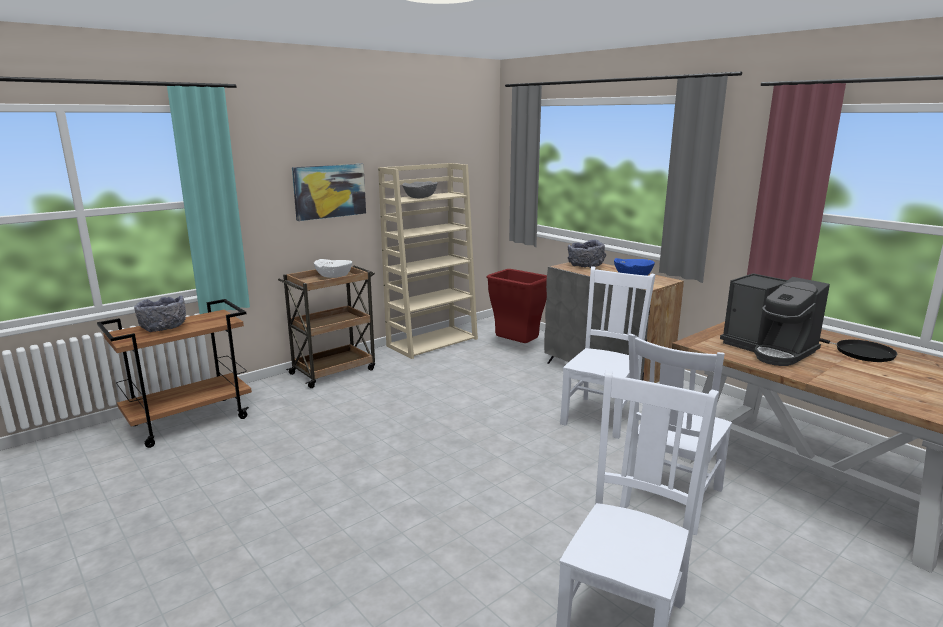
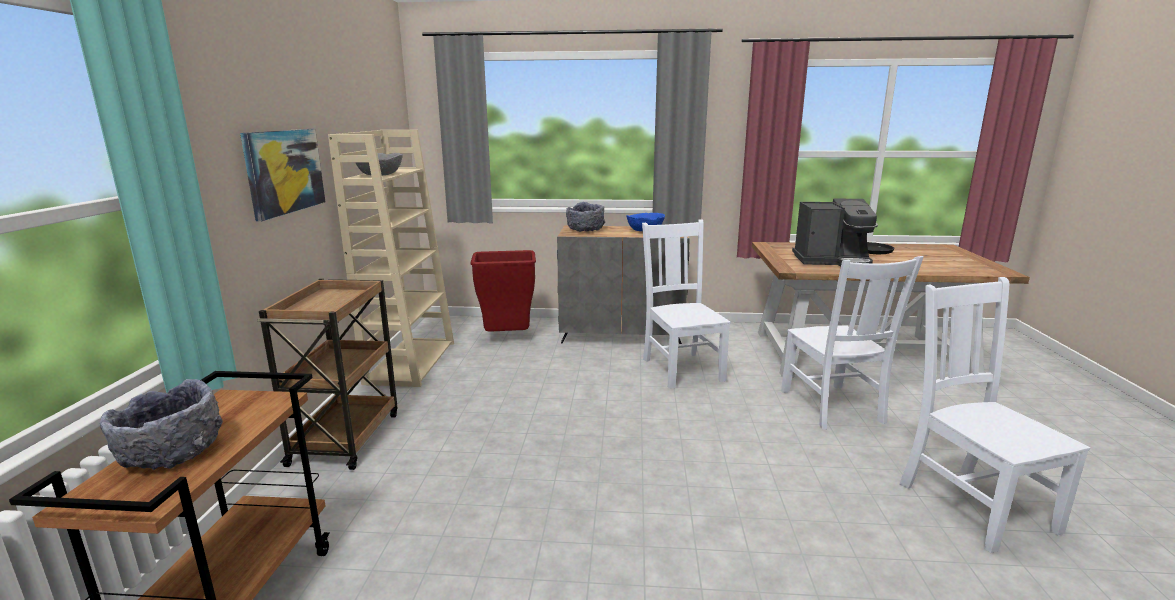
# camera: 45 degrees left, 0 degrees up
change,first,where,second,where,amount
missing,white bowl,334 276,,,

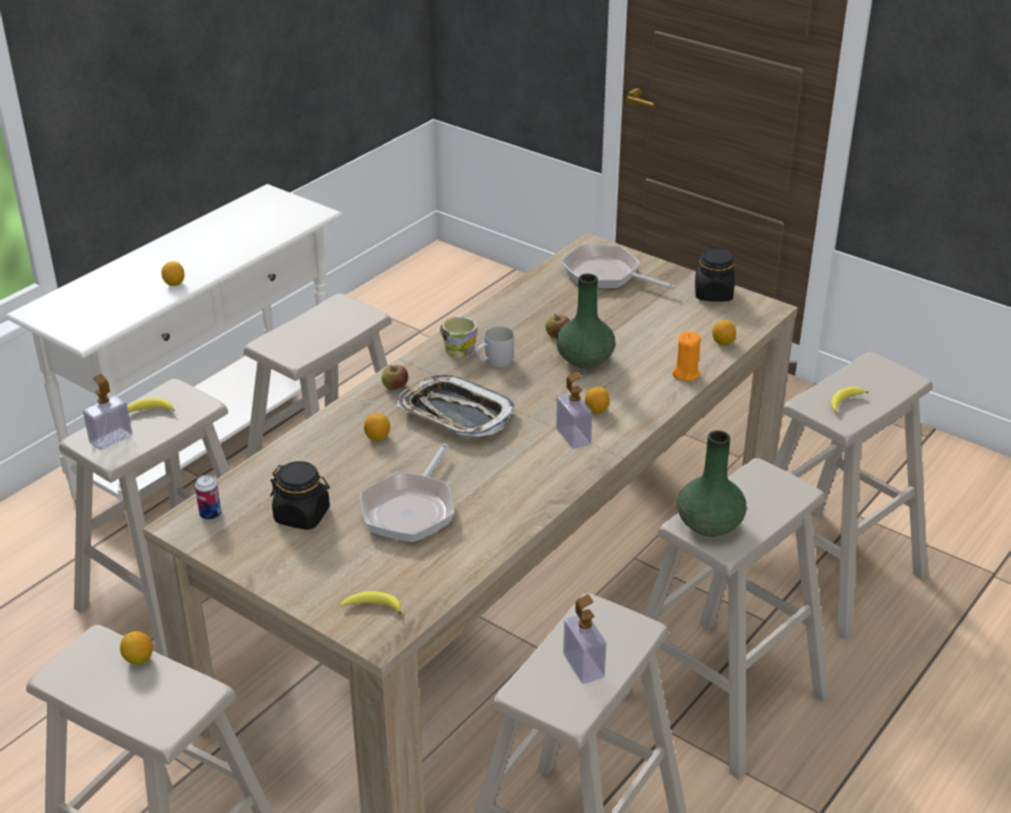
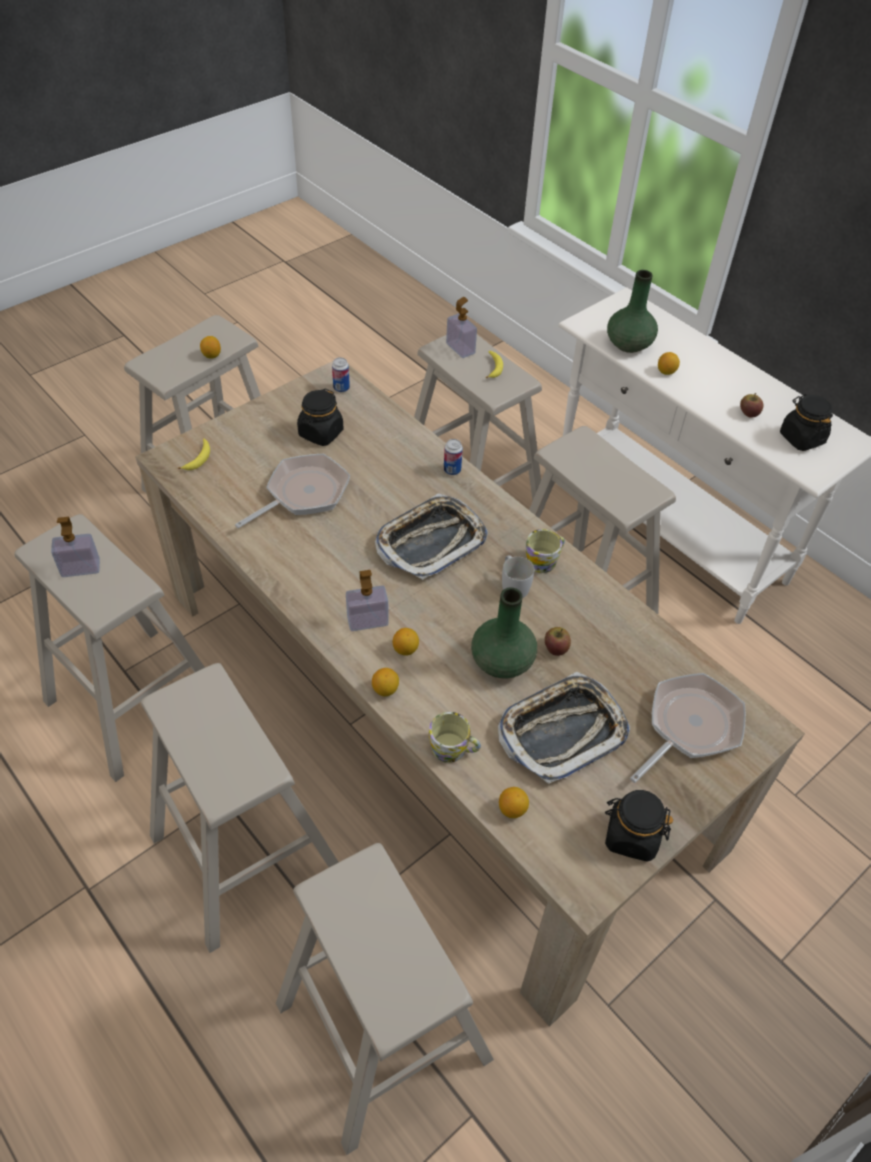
# camera: 100 degrees right, 15 degrees up
change,first,where,second,where,amount
exchanged,orange candle,686 373,mug,454 749,
relocated,apple,395 386,,748 413,
missing,banana,844 402,,,
relocated,lemon,377 437,,385 689,
relocated,green vase,709 525,,628 344,
spun,frying pan,411 509,,303 494,105 degrees clockwise
appeared,,,black jar,801 438,
appeared,,,can,452 470,
appeared,,,tray,562 731,

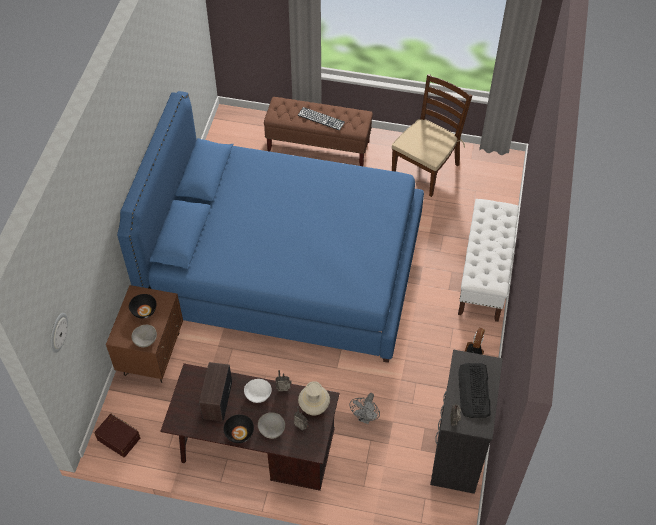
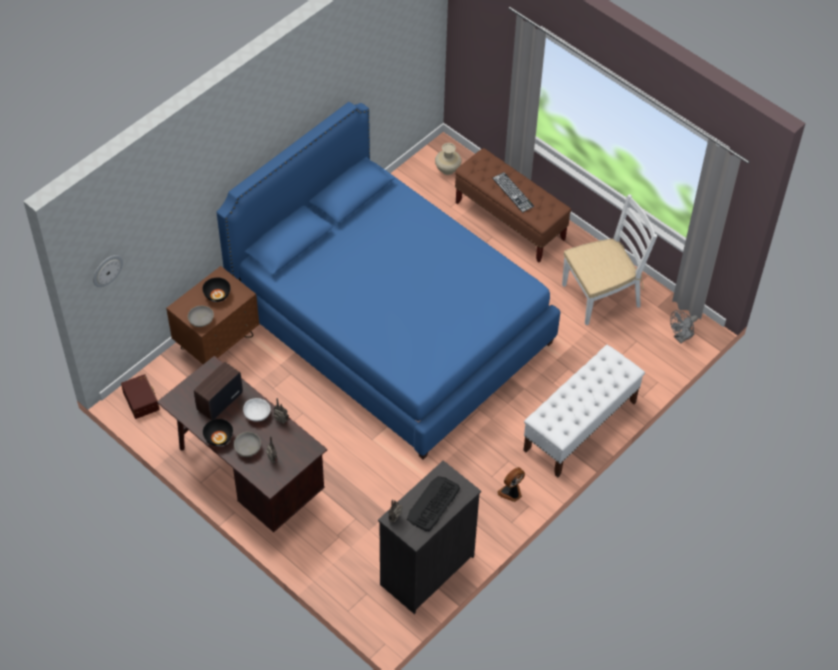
# camera: 30 degrees right, 0 degrees up
change,first,where,second,where,amount
colour,brown chair,426 169,white chair,601 295,
relocated,beige vase,314 407,,448 169,
relocated,grey fan,365 418,,681 337,

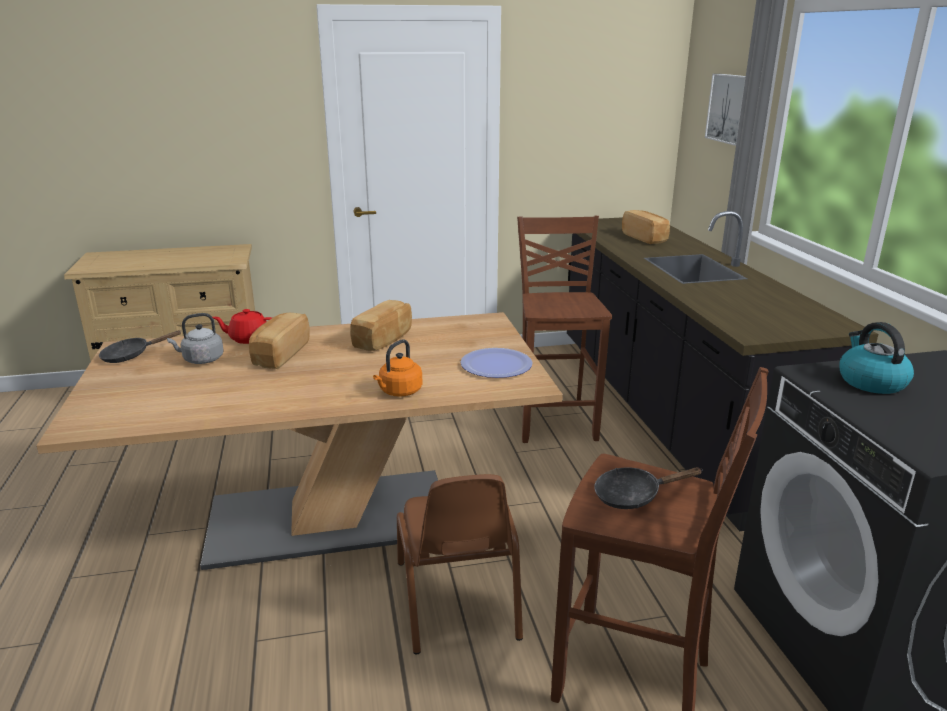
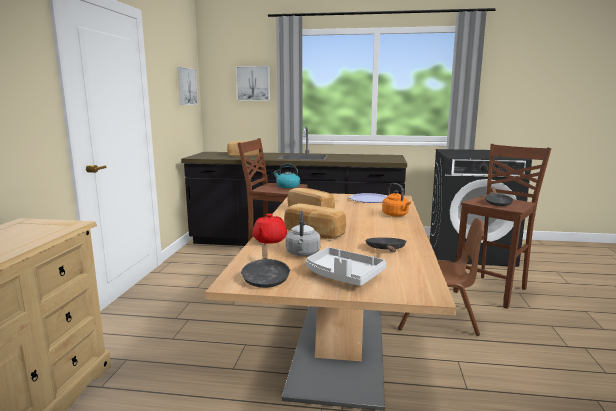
# camera: 70 degrees left, 10 degrees down
change,first,where,second,where,amount
relocated,kettle,870 382,,287 186,
appeared,,,picture,186 86,
appeared,,,black frying pan,386 250,
appeared,,,grey tray,343 276,

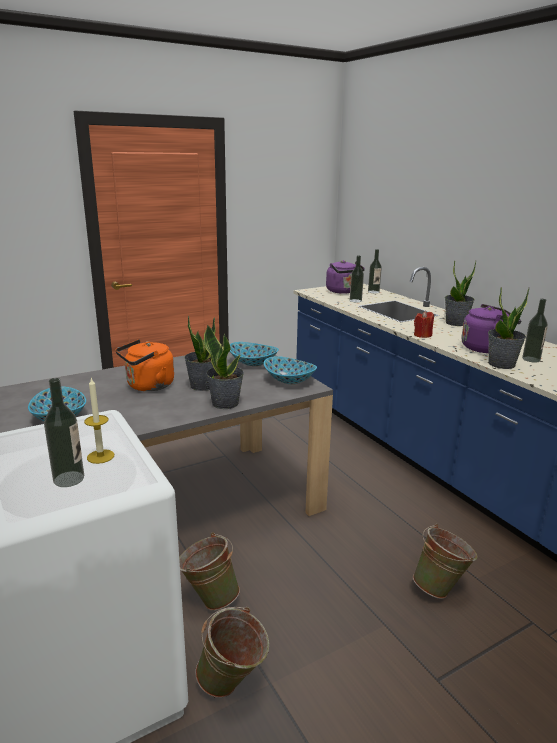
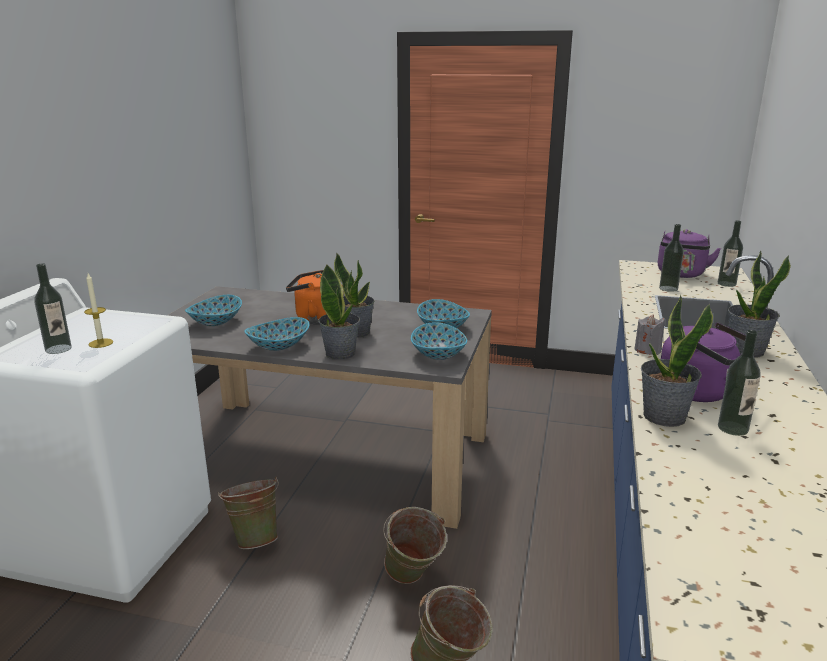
# camera: 45 degrees right, 0 degrees up
change,first,where,second,where,amount
colour,red candle,422 335,grey candle,647 350,
relocated,green bucket,233 685,,413 580,
appeared,,,bowl,279 346,

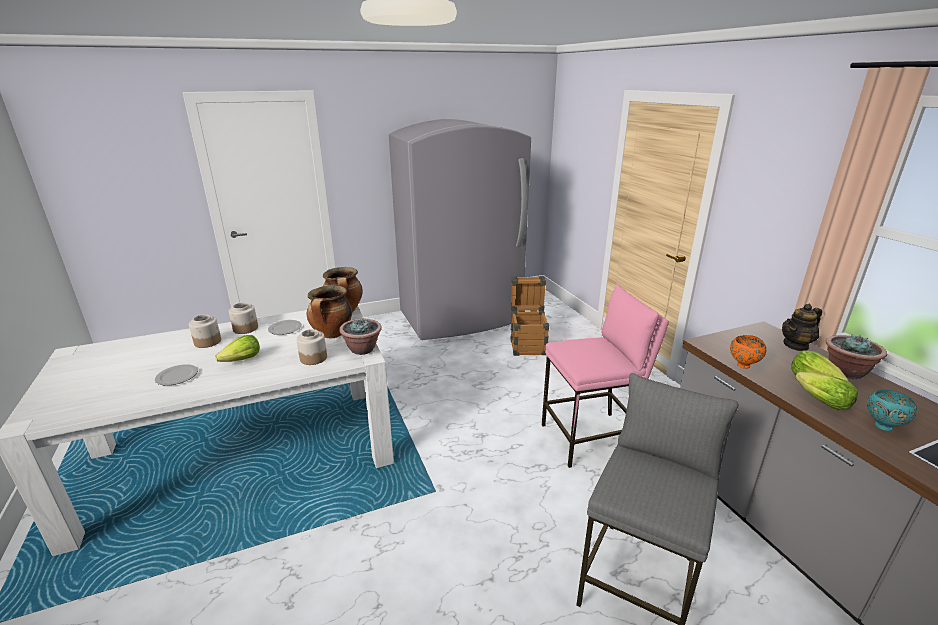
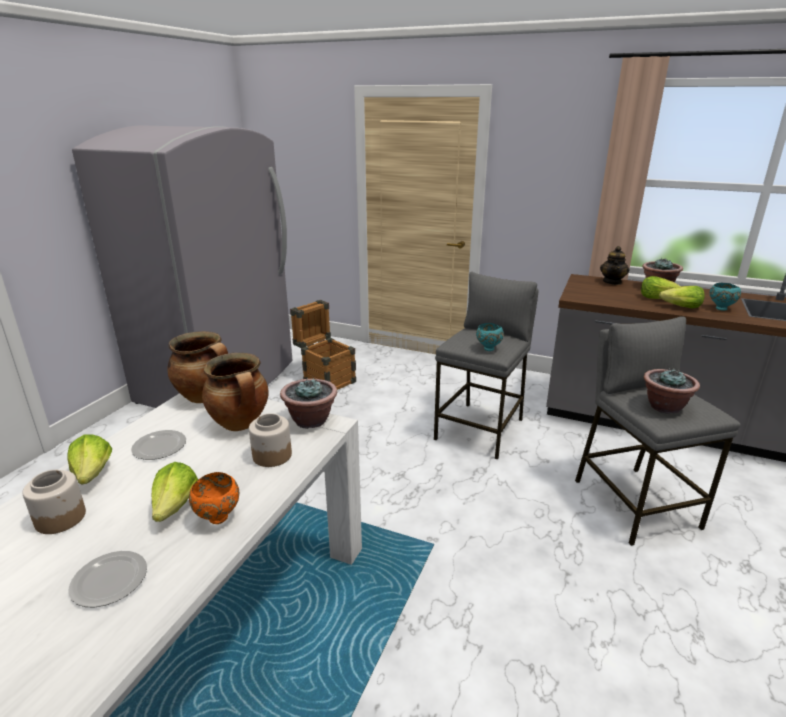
# camera: 45 degrees left, 0 degrees up
change,first,where,second,where,amount
colour,pink stool,591 438,grey stool,481 429,
exchanged,jar,246 328,lettuce,93 474,
relocated,orange bowl,743 366,,218 519,
appeared,,,turquoise bowl,488 349,
appeared,,,potted plant,664 407,

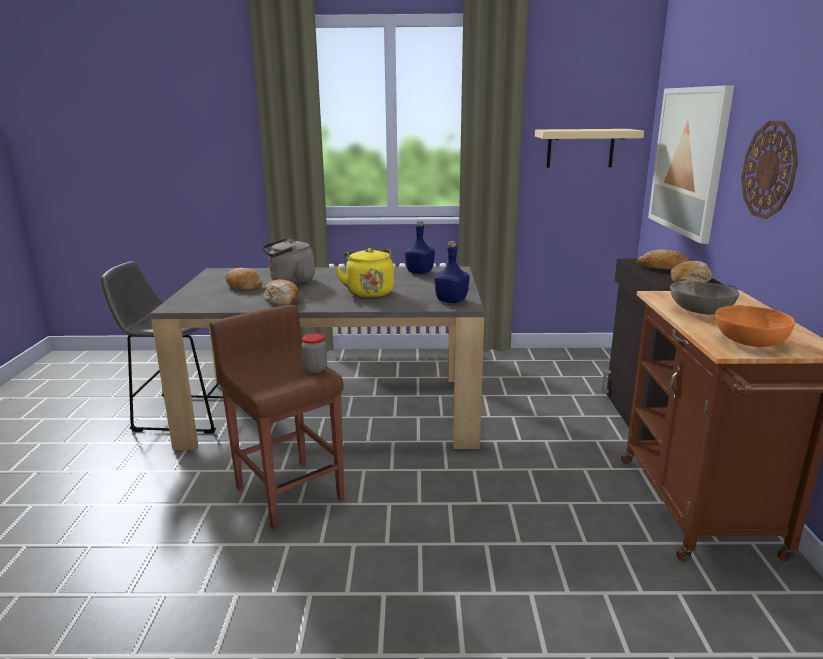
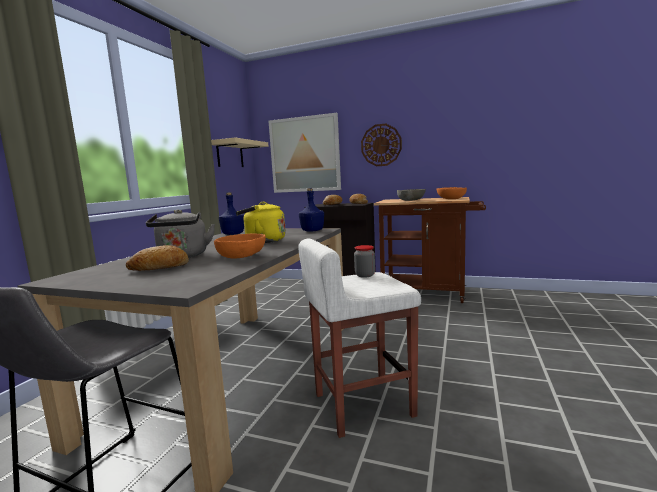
# camera: 70 degrees left, 10 degrees down
change,first,where,second,where,amount
exchanged,bread,283 300,orange bowl,242 256,
colour,brown stool,289 492,white stool,361 405,

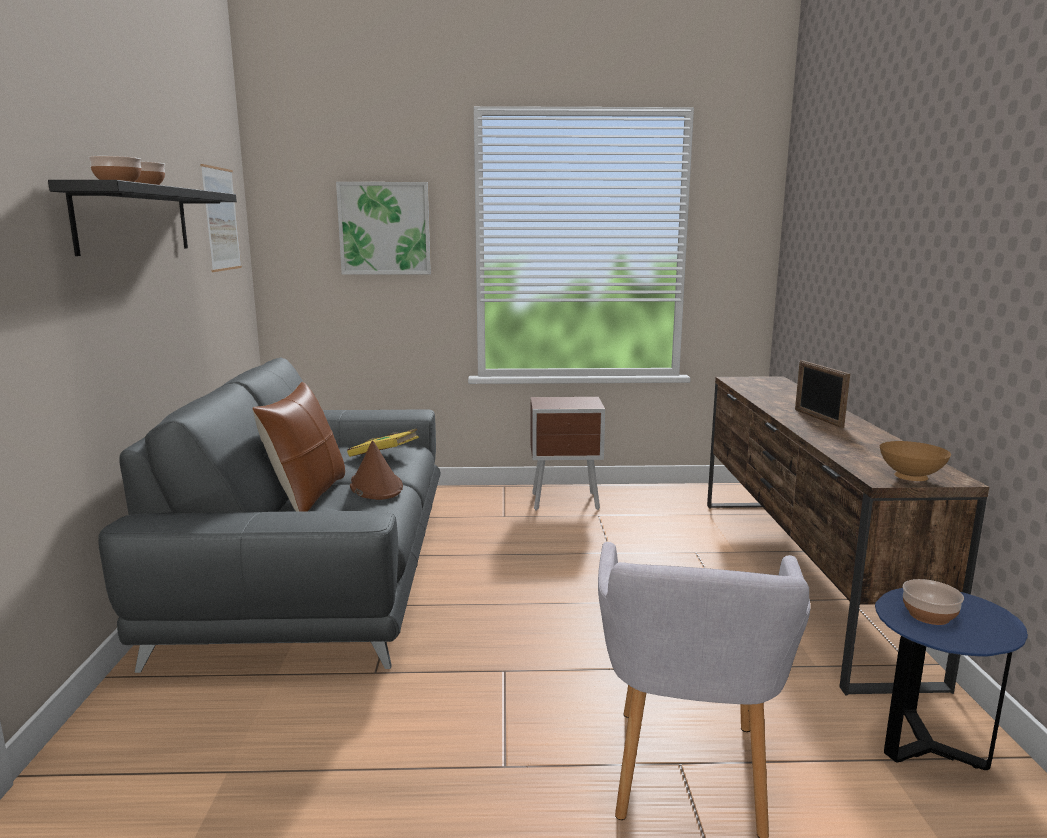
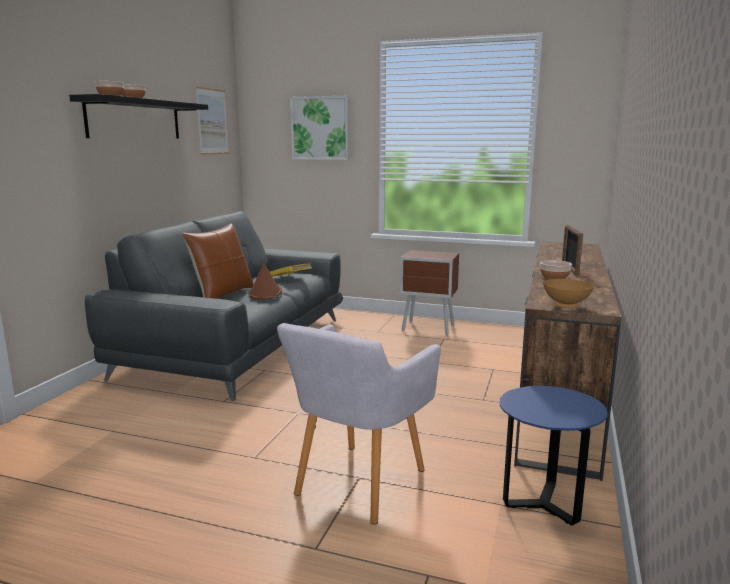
# camera: 20 degrees right, 0 degrees up
change,first,where,second,where,amount
relocated,bowl,929 615,,554 277,

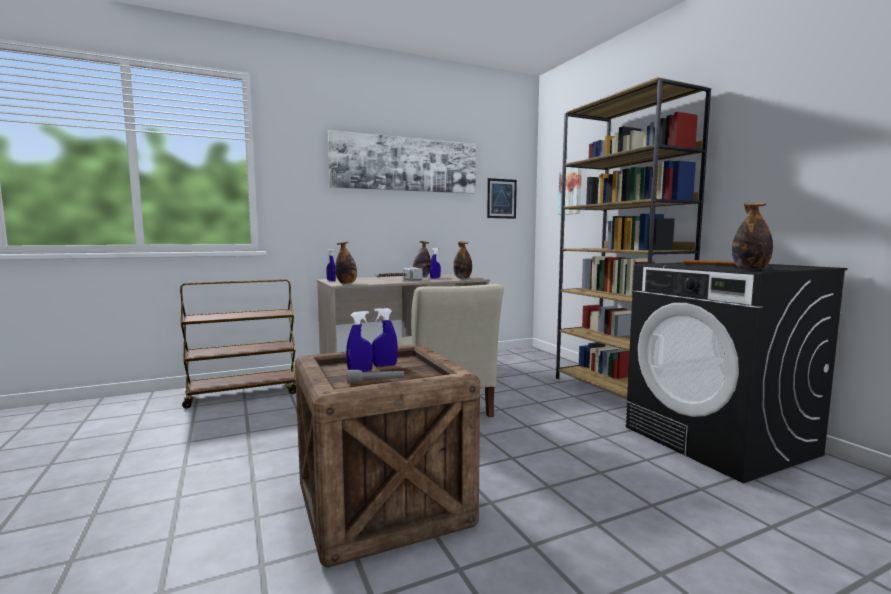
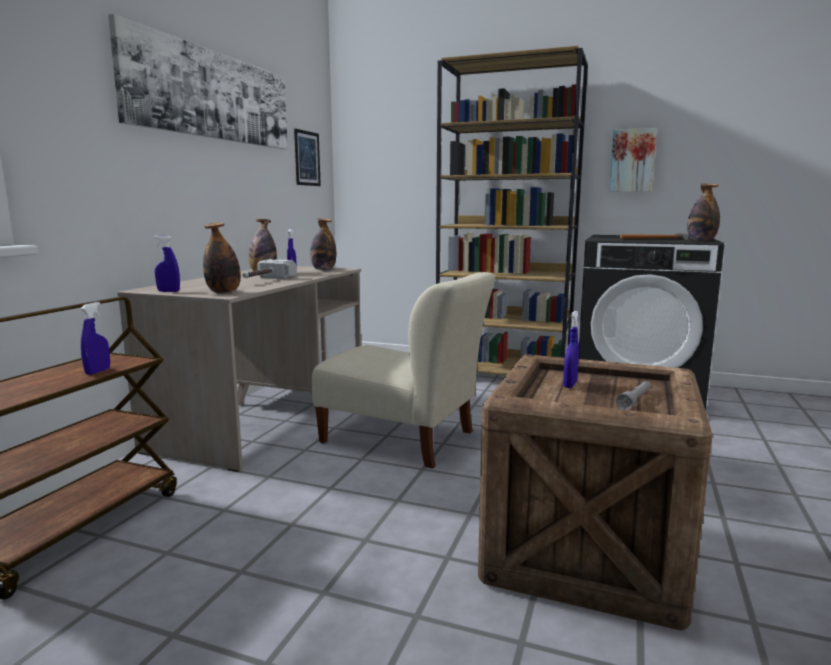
# camera: 45 degrees left, 5 degrees up
change,first,where,second,where,amount
relocated,picture,571 192,,632 160,
relocated,blue spray bottle,360 371,,98 371,

